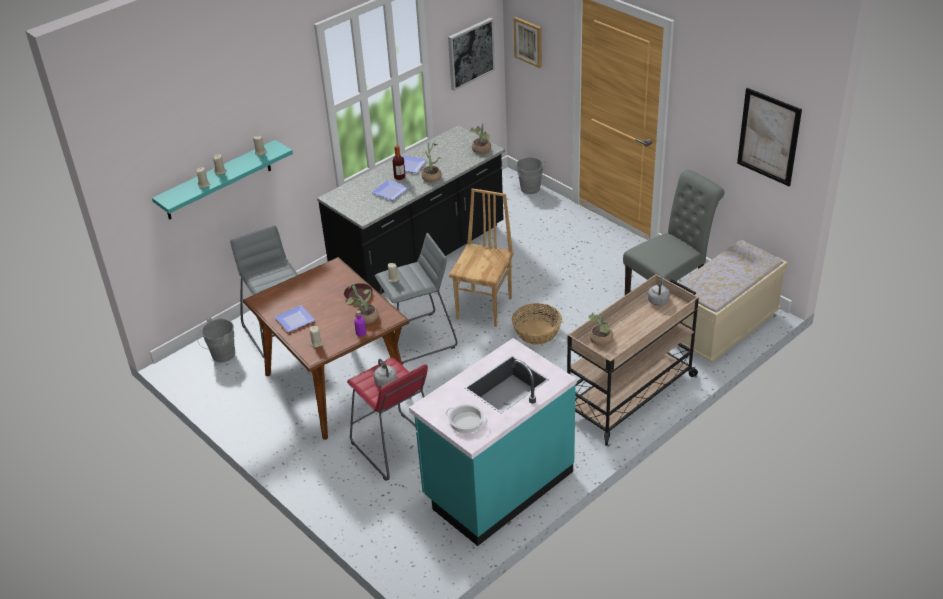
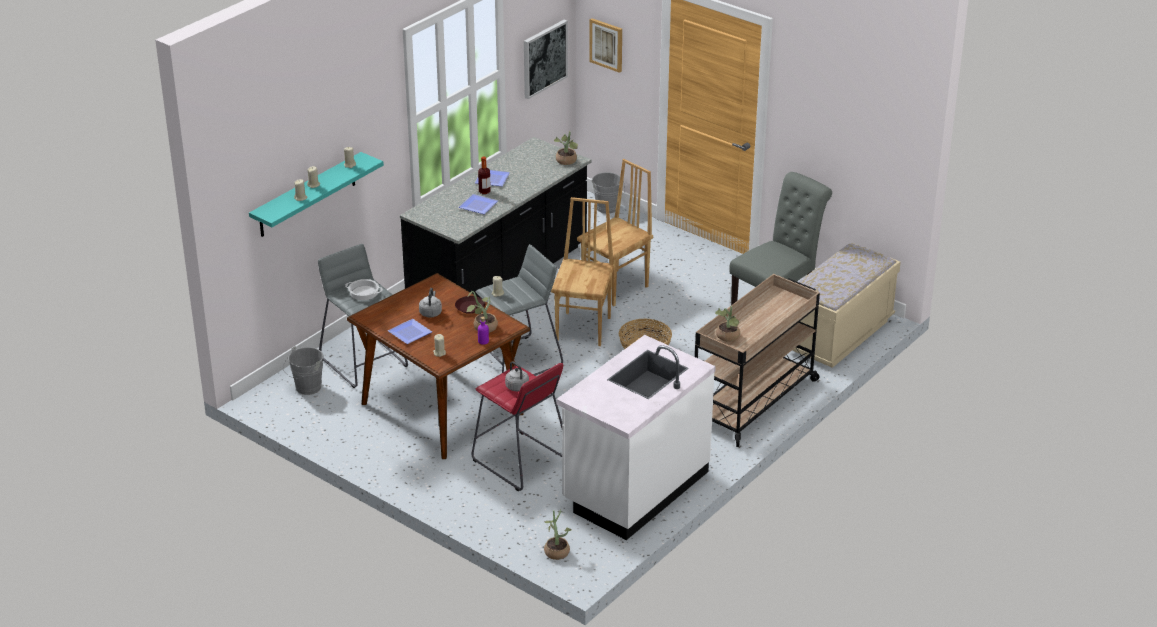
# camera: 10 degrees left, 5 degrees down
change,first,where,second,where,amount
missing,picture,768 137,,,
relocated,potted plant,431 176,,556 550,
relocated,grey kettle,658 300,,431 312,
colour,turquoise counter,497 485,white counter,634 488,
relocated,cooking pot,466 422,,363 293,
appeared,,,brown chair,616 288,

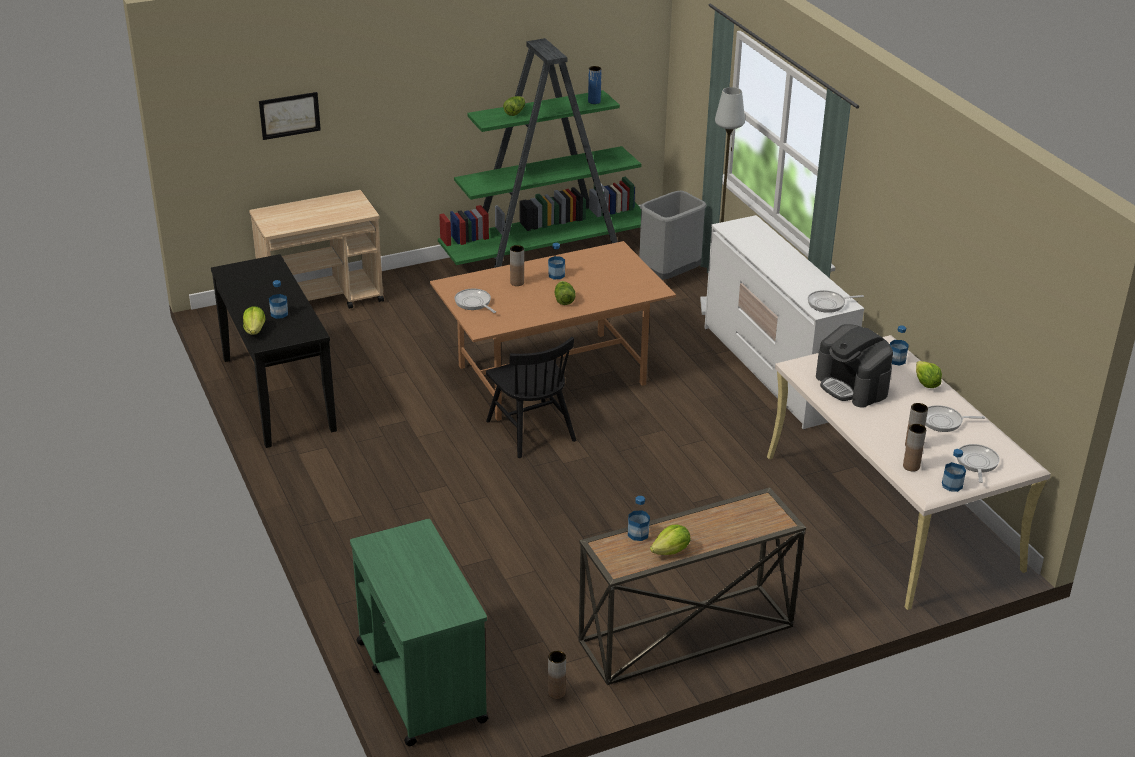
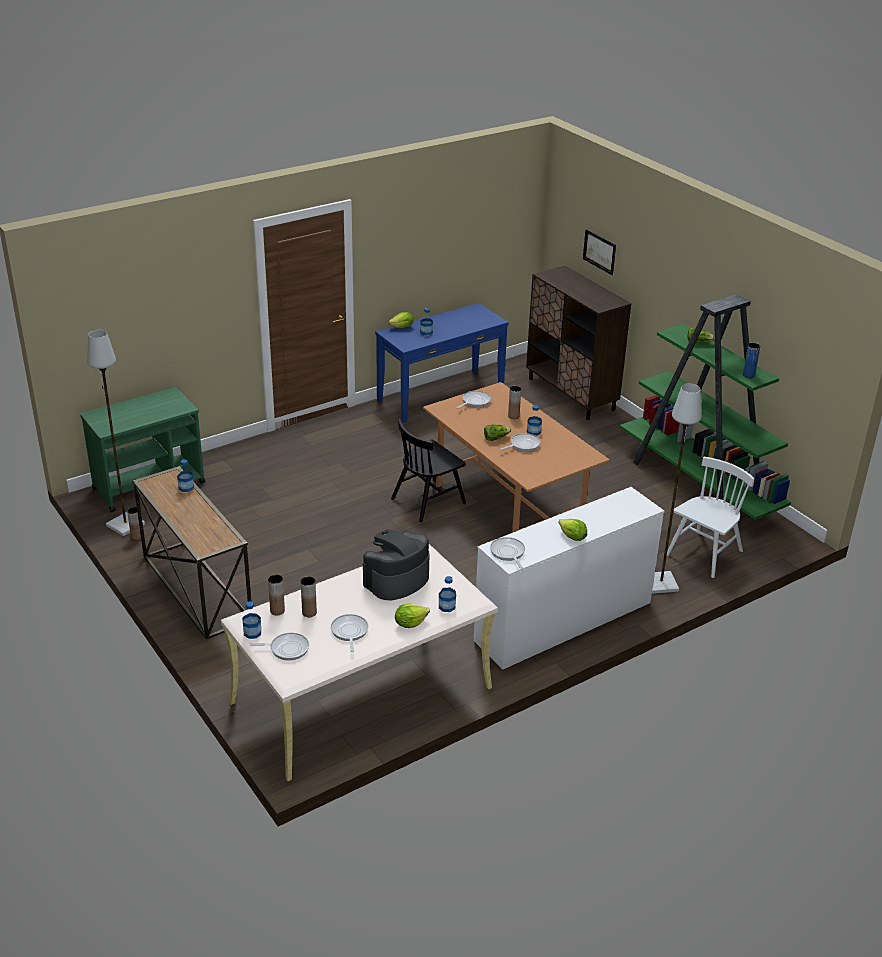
# camera: 80 degrees right, 0 degrees up
change,first,where,second,where,amount
exchanged,beige cart,322 299,brown cabinet,571 394,
exchanged,grey trash can,669 275,white chair,704 553,
colour,black console table,277 394,blue console table,440 395,
relocated,lettuce,671 551,,572 537,
appeared,,,grey floor lamp,125 525,
appeared,,,frying pan,523 445,

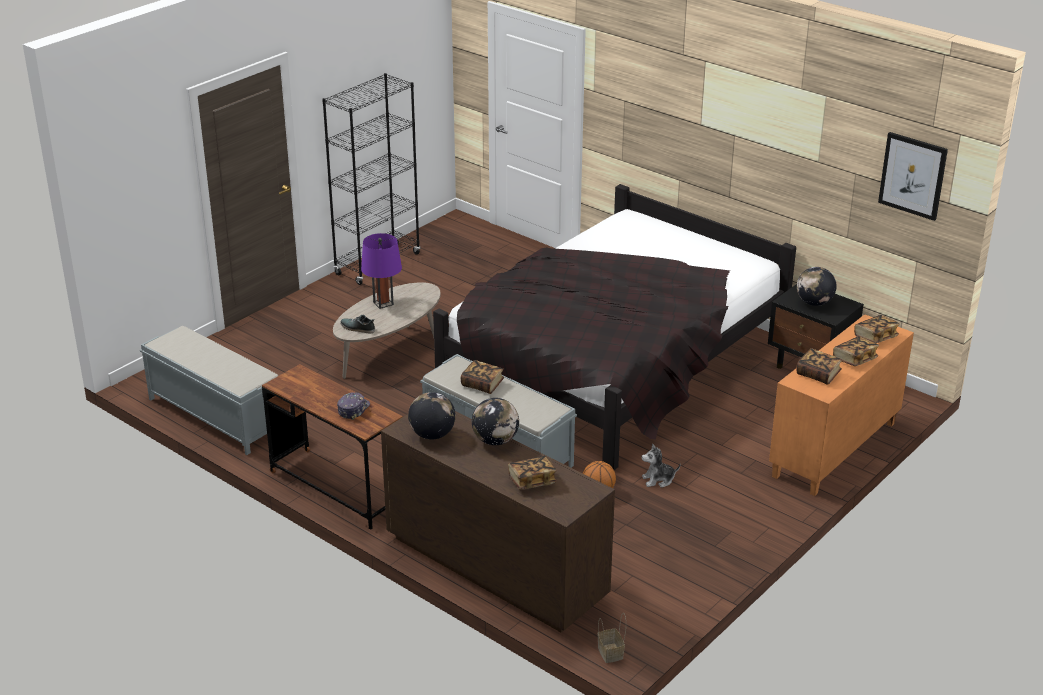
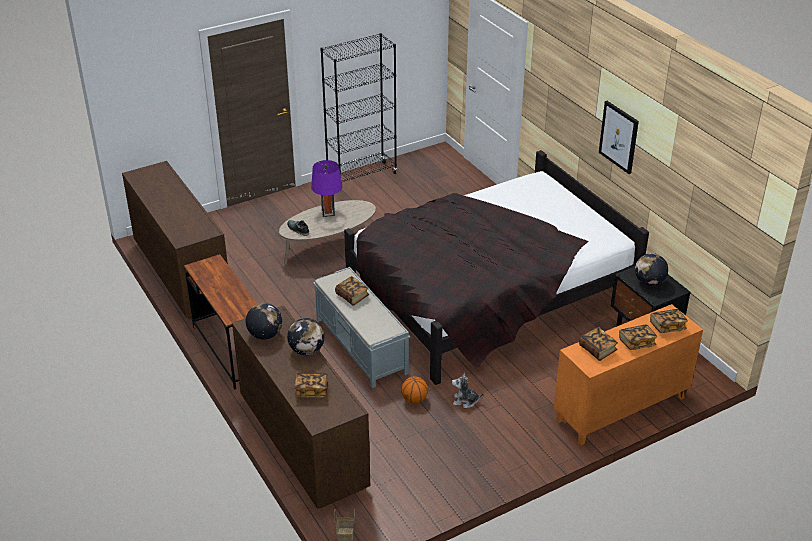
# camera: 20 degrees right, 5 degrees up
change,first,where,second,where,amount
relocated,picture,913 175,,619 137,
exchanged,grey bench,215 415,brown dresser,182 274,
missing,cap,353 409,,,

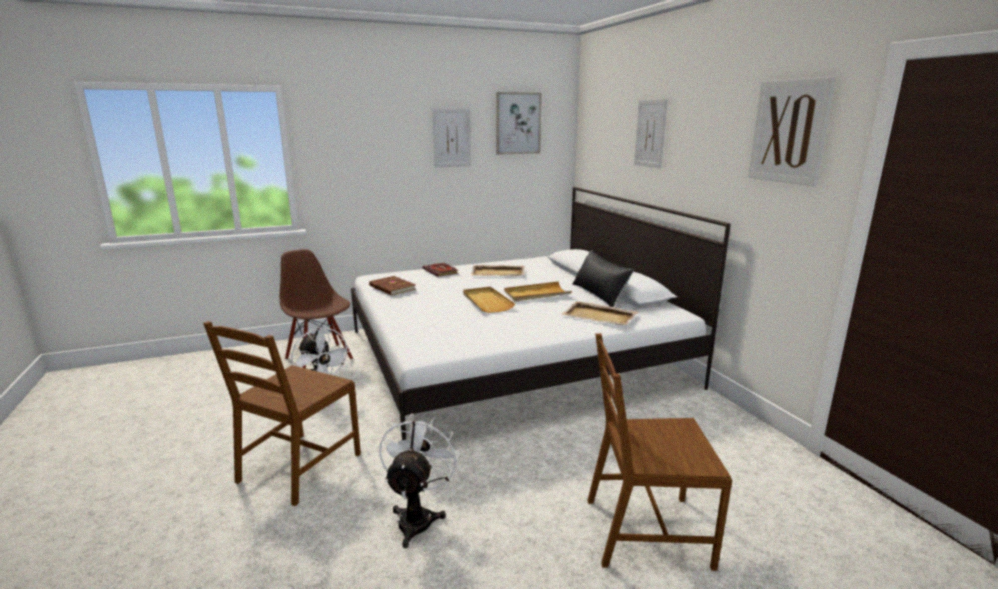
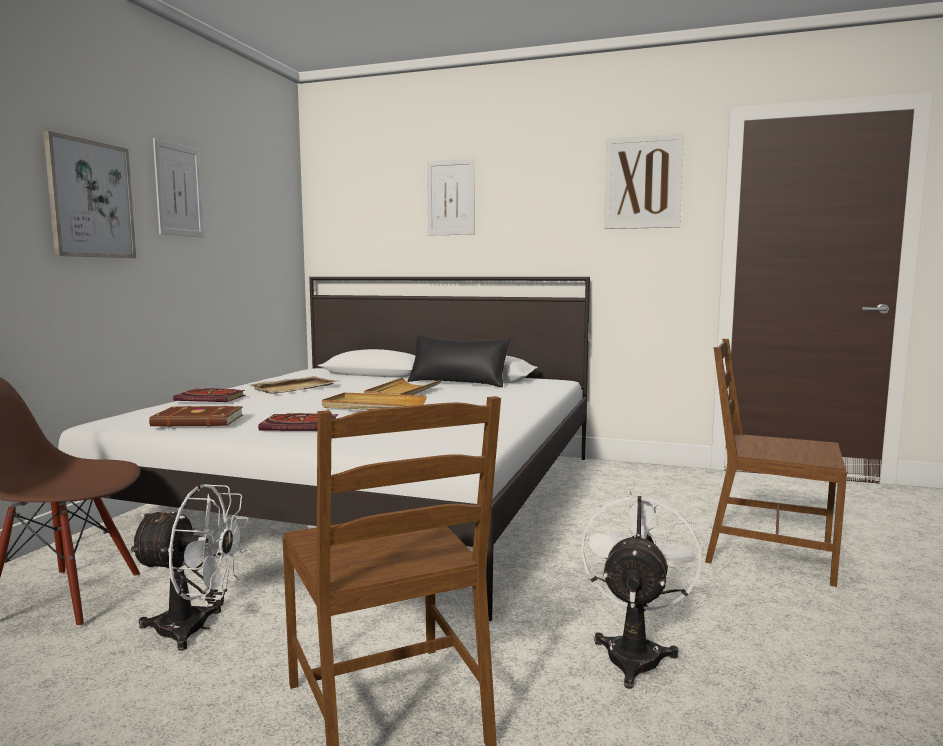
# camera: 50 degrees left, 10 degrees down
change,first,where,second,where,amount
relocated,picture,518 123,,90 199,
missing,beige tray,600 316,,,
spun,brown chair,645 531,,768 553,75 degrees clockwise
spun,white fan,418 517,,635 652,60 degrees clockwise
appeared,,,book,302 426,

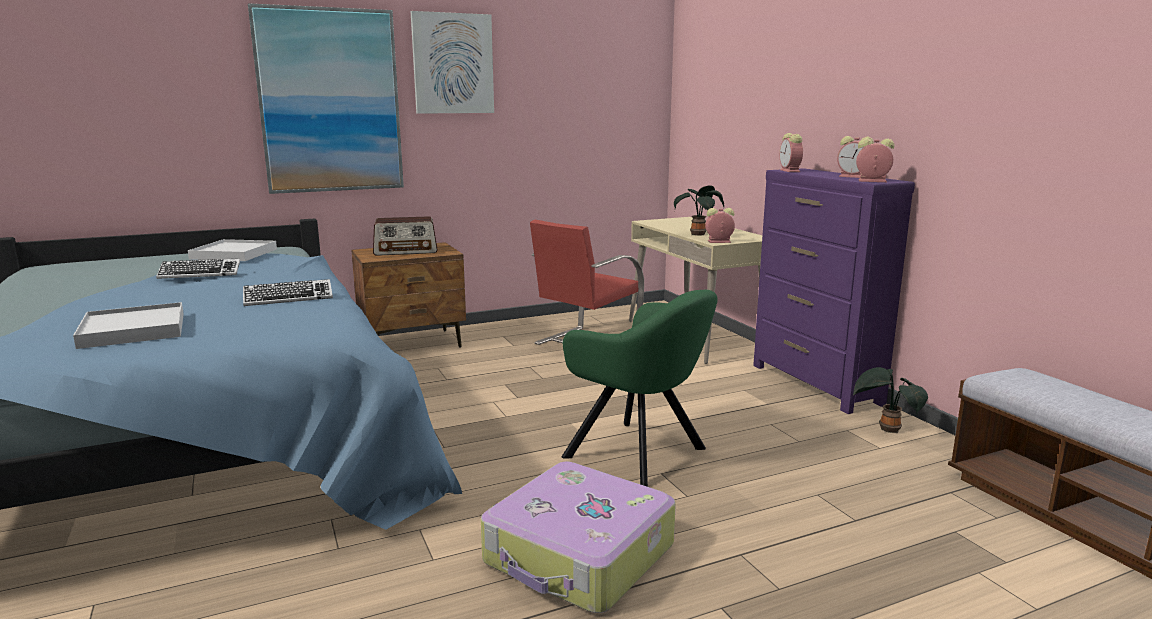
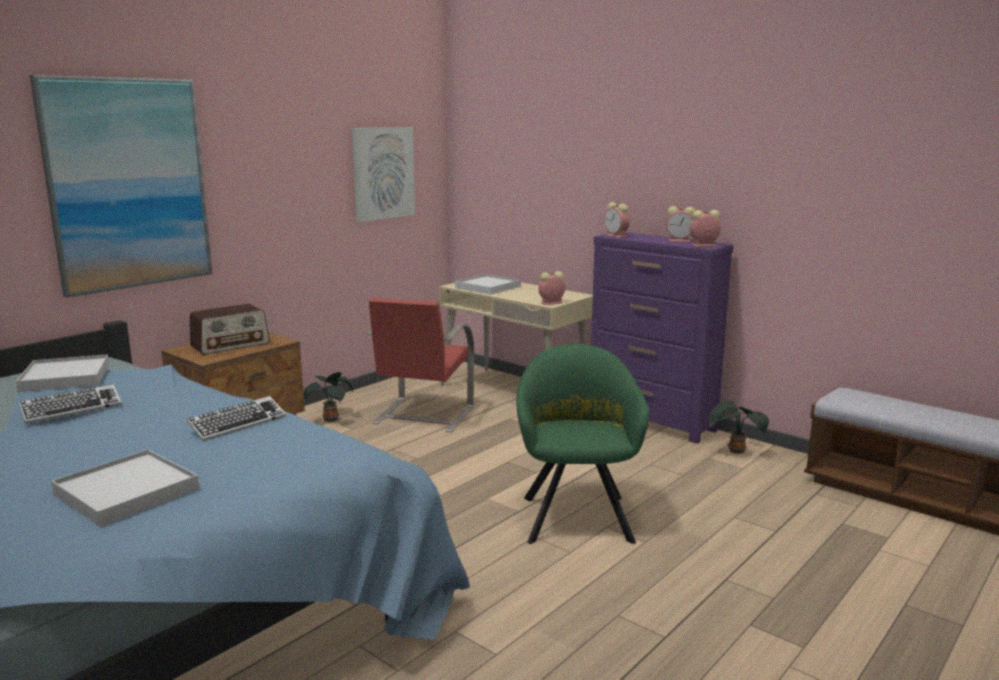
# camera: 25 degrees left, 0 degrees up
change,first,where,second,where,amount
relocated,picture,453 64,,383 173,
relocated,potted plant,698 234,,331 419,
spun,green armchair,641 455,,576 515,105 degrees counterclockwise
missing,suitcase,579 556,,,
appeared,,,white tray,488 287,

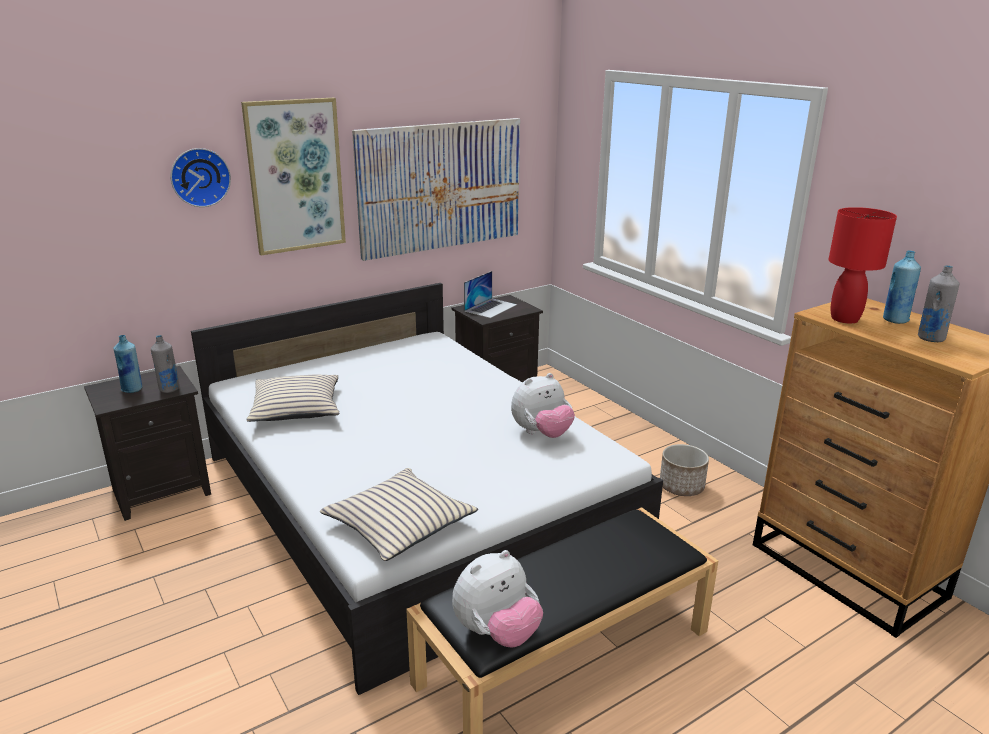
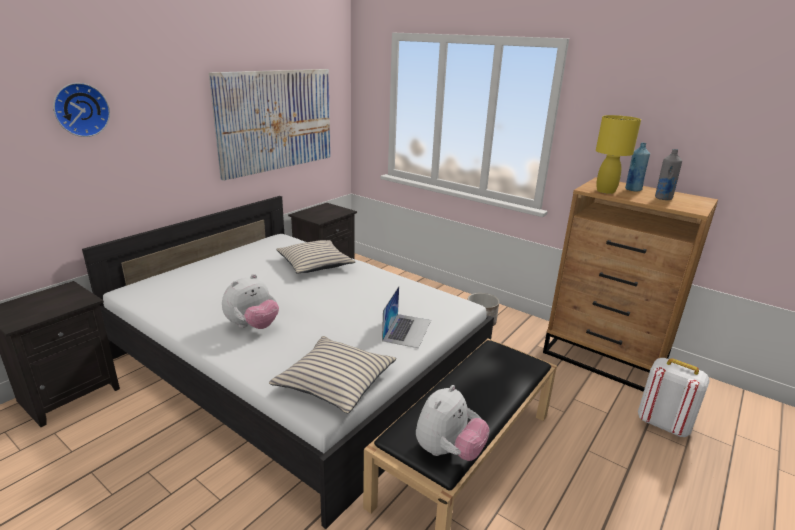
# camera: 20 degrees left, 0 degrees up
change,first,where,second,where,amount
missing,picture,295 176,,,
colour,red table lamp,844 319,yellow table lamp,605 191,
relocated,laptop,491 308,,407 330,
missing,blue bottle,132 389,,,
missing,grey bottle,169 389,,,
relocated,plush toy,542 434,,252 326,
relocated,beige pillow,296 408,,315 264,
appeared,,,white backpack,662 424,

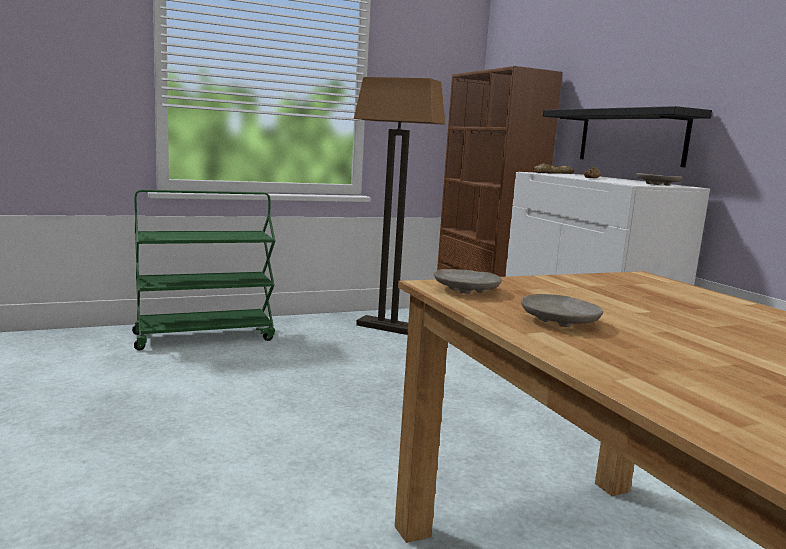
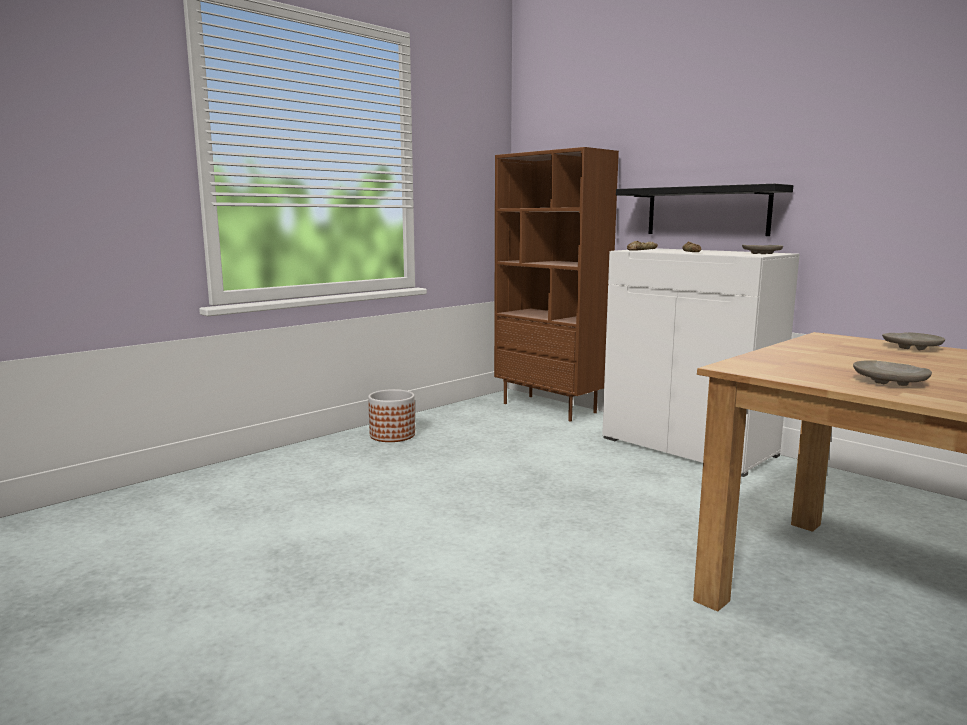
# camera: 20 degrees left, 0 degrees up
change,first,where,second,where,amount
missing,floor lamp,386 327,,,
missing,green cart,205 336,,,
relocated,beige plate,466 290,,911 347,
appeared,,,planter,392 435,

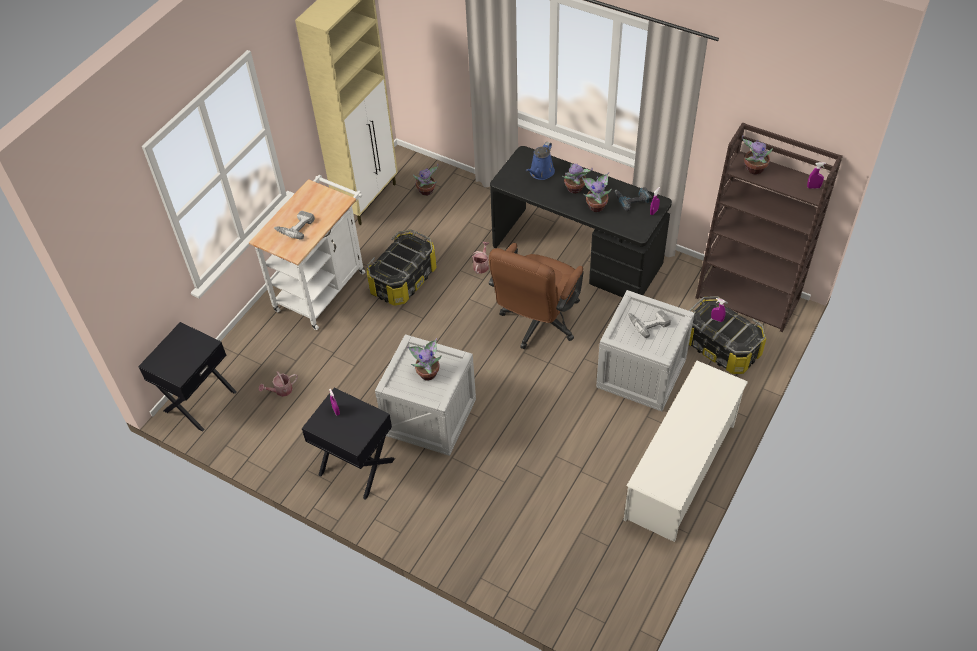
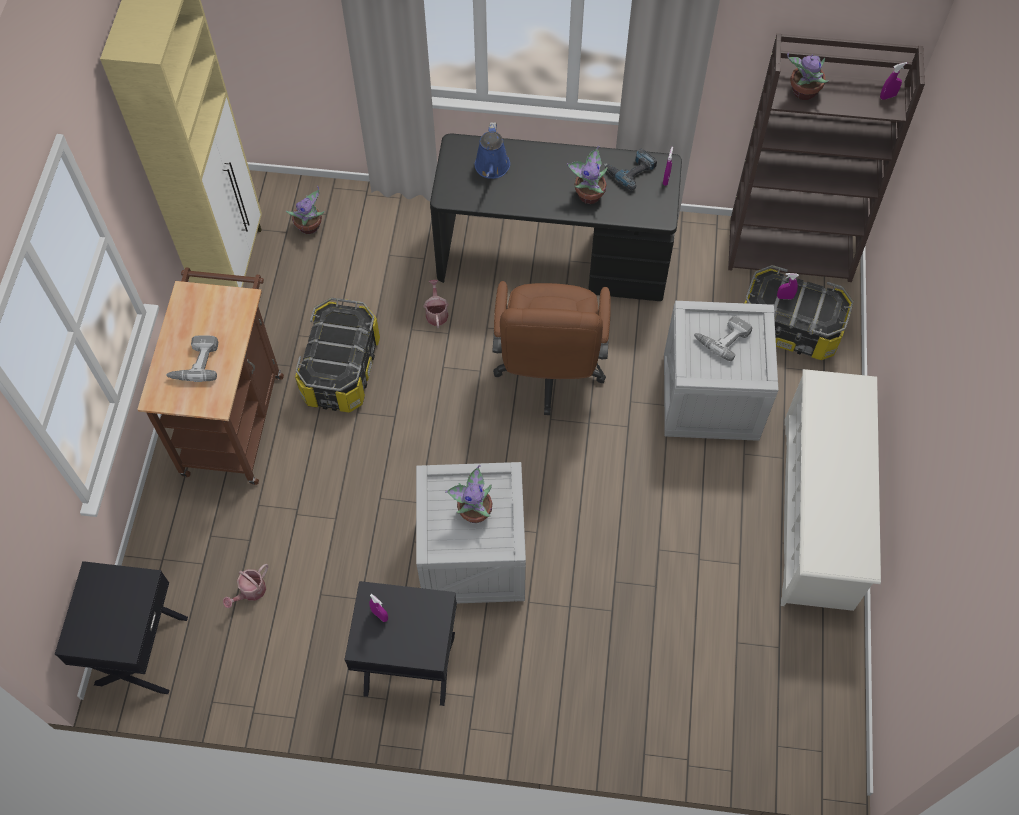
# camera: 25 degrees left, 10 degrees up
change,first,where,second,where,amount
missing,potted plant,574 189,,,
colour,white cart,323 287,brown cart,234 416,

